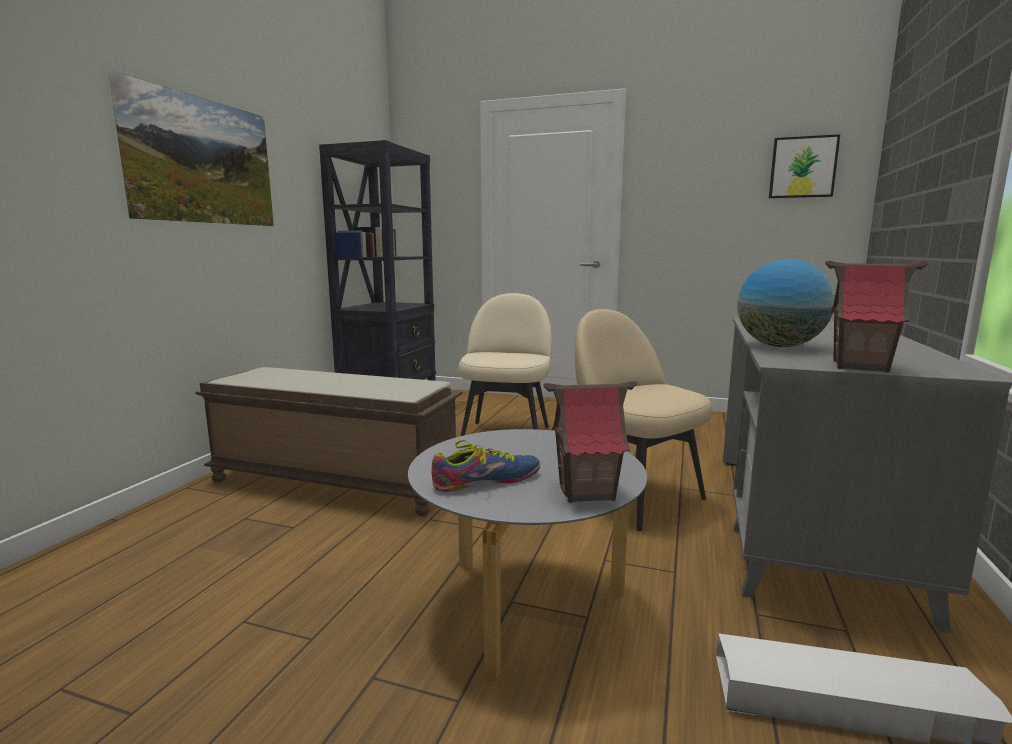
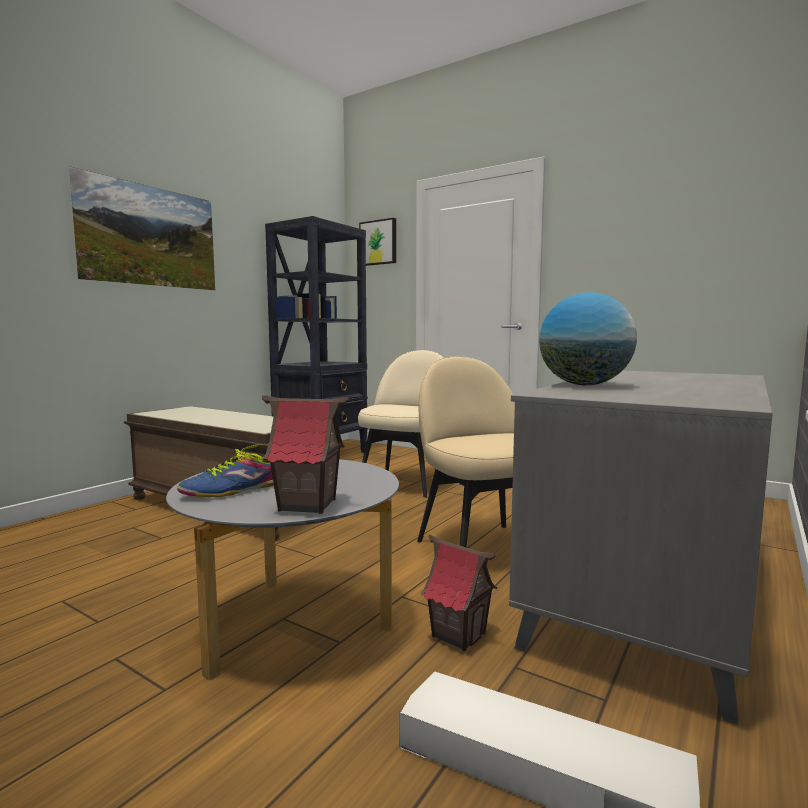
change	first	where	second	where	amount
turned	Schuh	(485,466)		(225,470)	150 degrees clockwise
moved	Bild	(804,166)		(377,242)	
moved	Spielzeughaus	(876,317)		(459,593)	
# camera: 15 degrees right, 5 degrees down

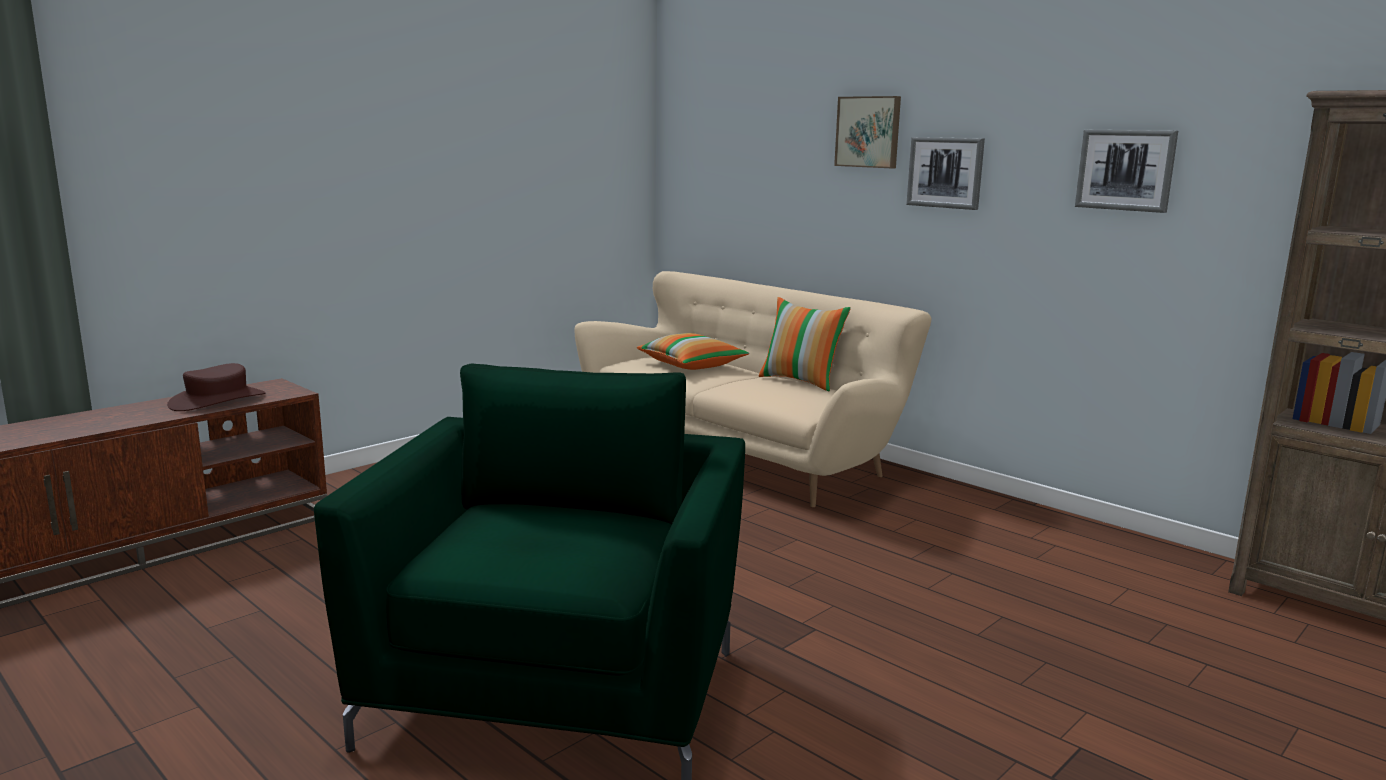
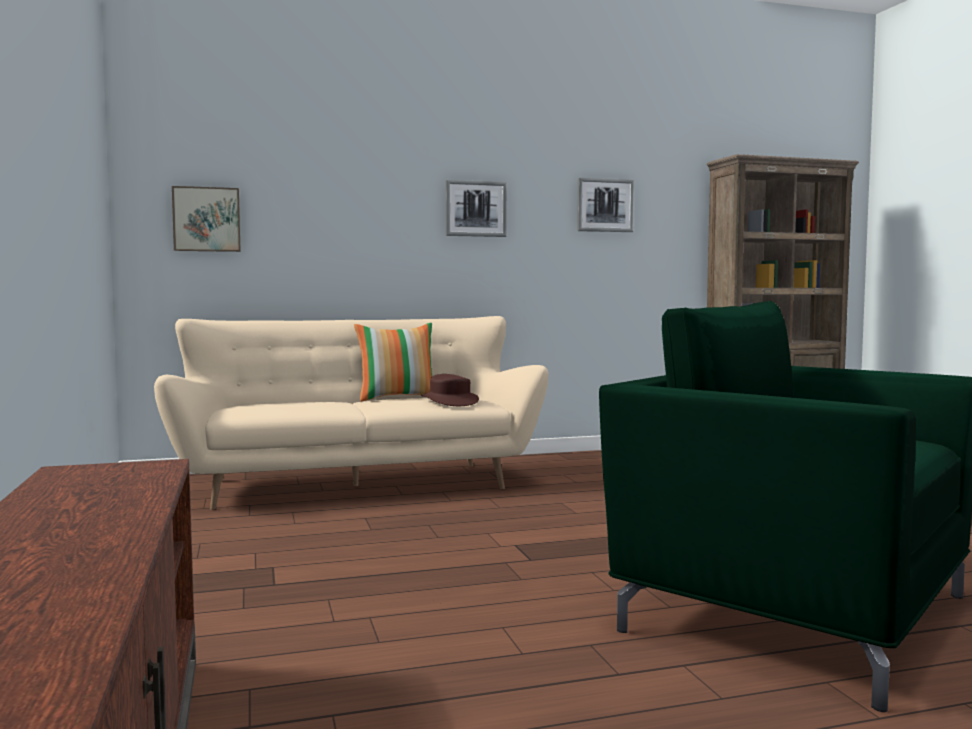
change	first	where	second	where	amount
moved	Hut (braun)	(216,387)		(450,390)	
removed	Kissen	(693,351)			
moved	Bild	(867,132)		(206,219)	
# camera: 60 degrees left, 10 degrees down

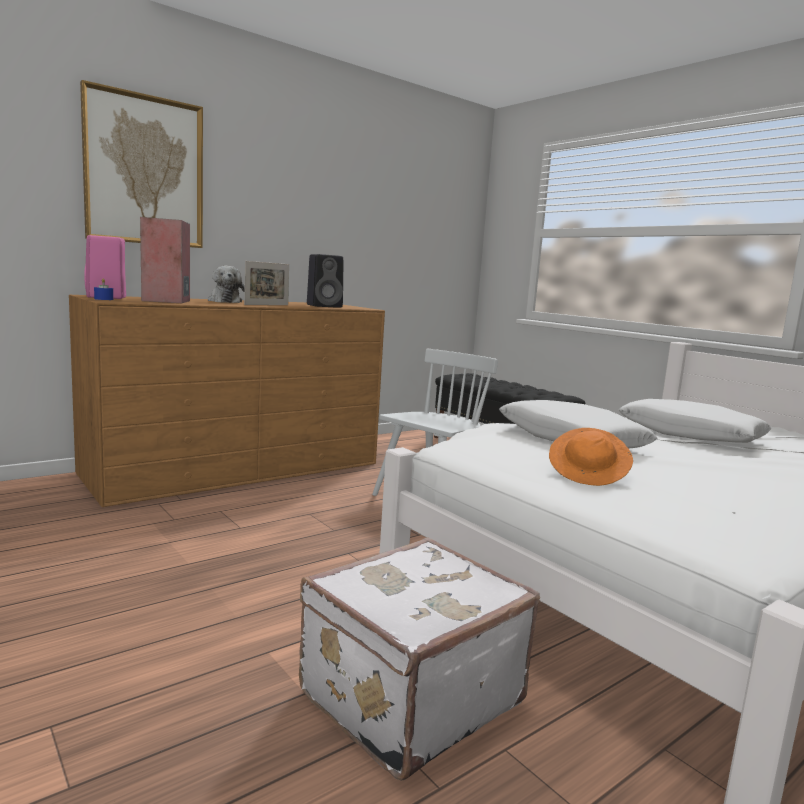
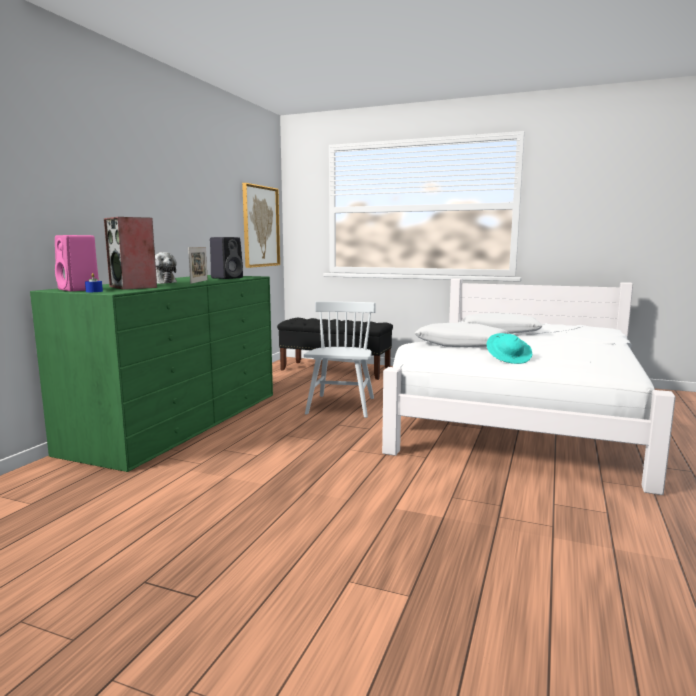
change	first	where	second	where	amount
recoloured	Kommode (braun)	(227,401)	Kommode (grün)	(151,373)	
moved	Bild	(141,164)		(261,225)	
removed	Koffer (weiß)	(419,659)			
recoloured	Hut (orange)	(591,457)	Hut (türkis)	(509,348)	
# camera: 30 degrees left, 0 degrees up

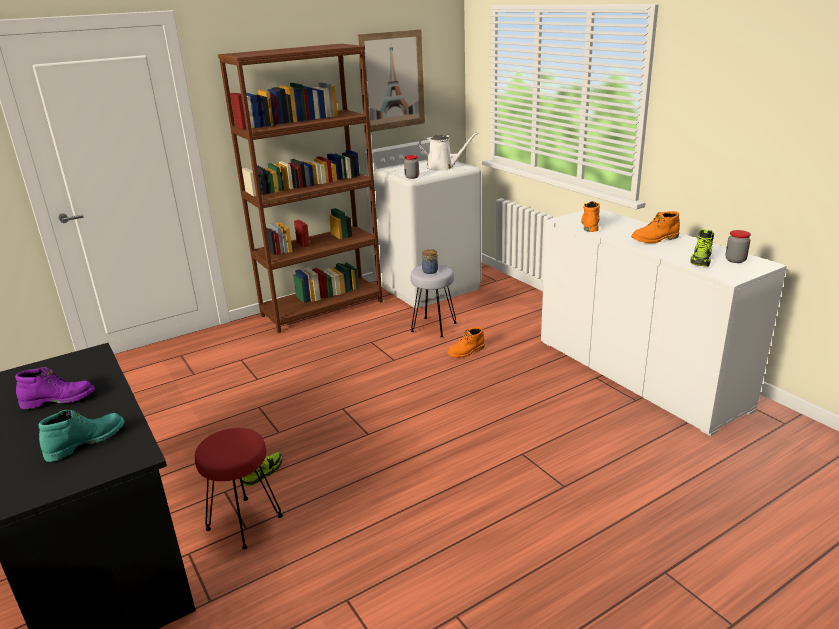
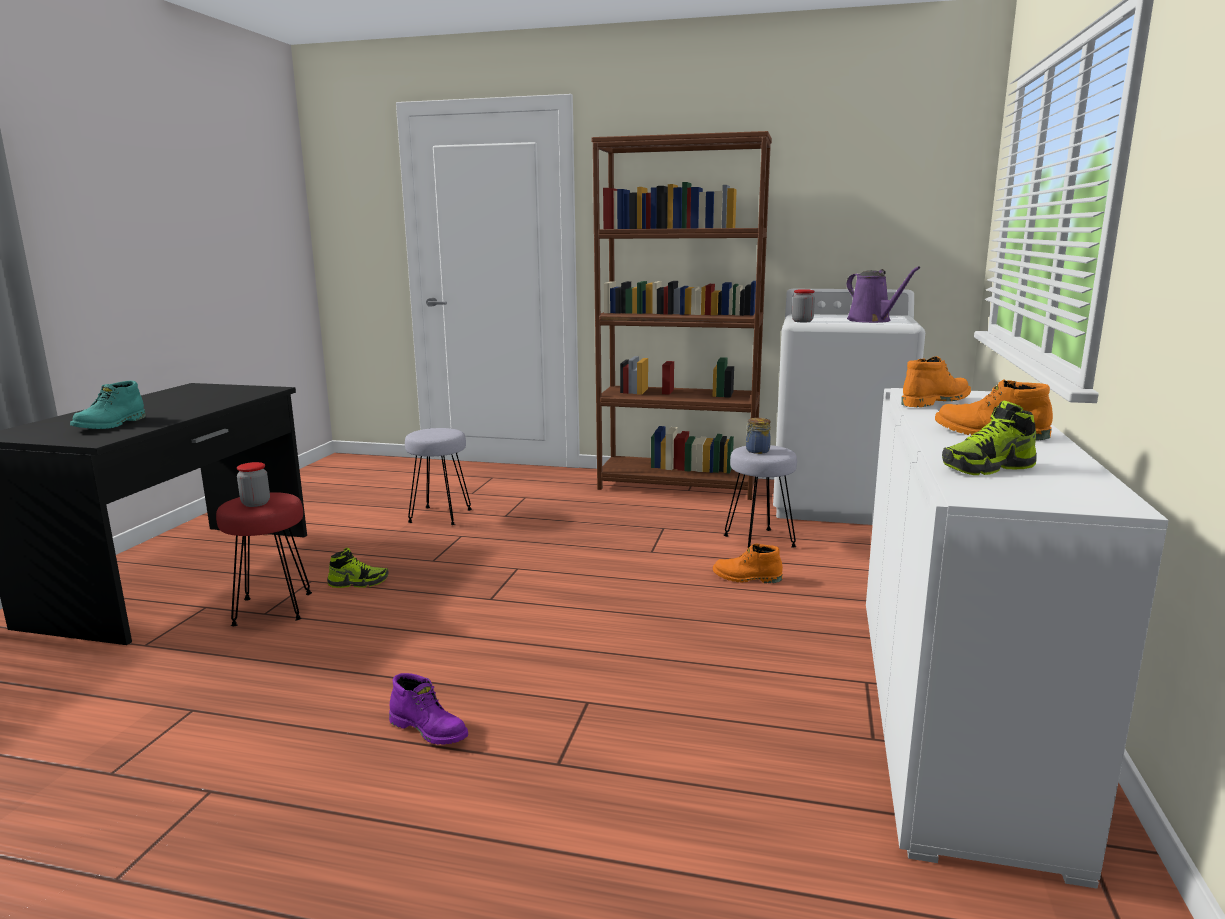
change	first	where	second	where	amount
moved	Stiefel (lila)	(55,388)		(428,709)	
turned	Stiefel (türkis)	(82,436)		(108,405)	105 degrees clockwise
removed	Bild	(391,80)			
recoloured	Gießkanne (weiß)	(448,151)	Gießkanne (lila)	(883,294)	
moved	Vorratsglas	(738,246)		(253,484)	
added			Hocker (grau)	(438,476)	
# camera: 45 degrees right, 10 degrees down

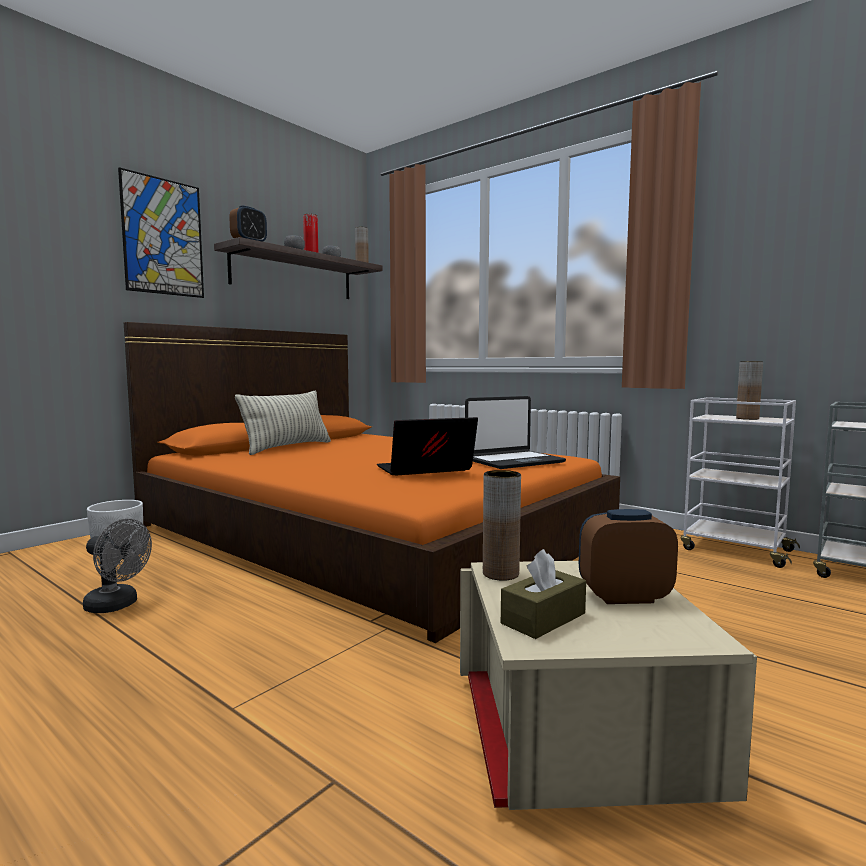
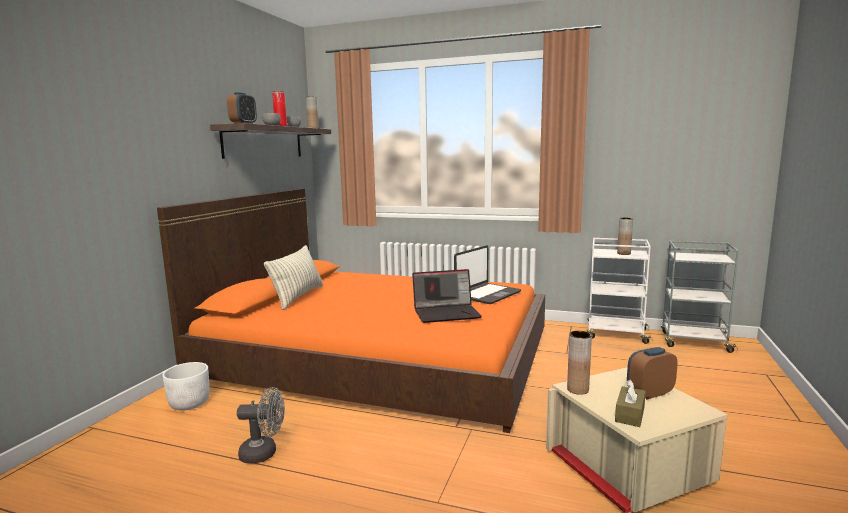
change	first	where	second	where	amount
removed	Bild	(161,232)			
turned	Laptop	(427,446)		(447,296)	150 degrees counterclockwise
# camera: 20 degrees left, 5 degrees up

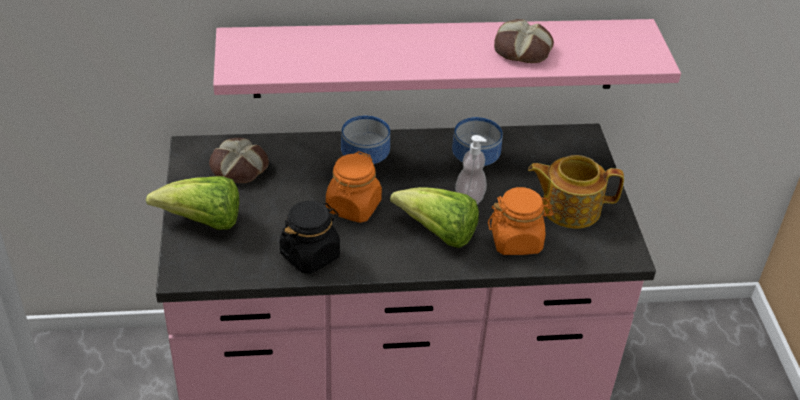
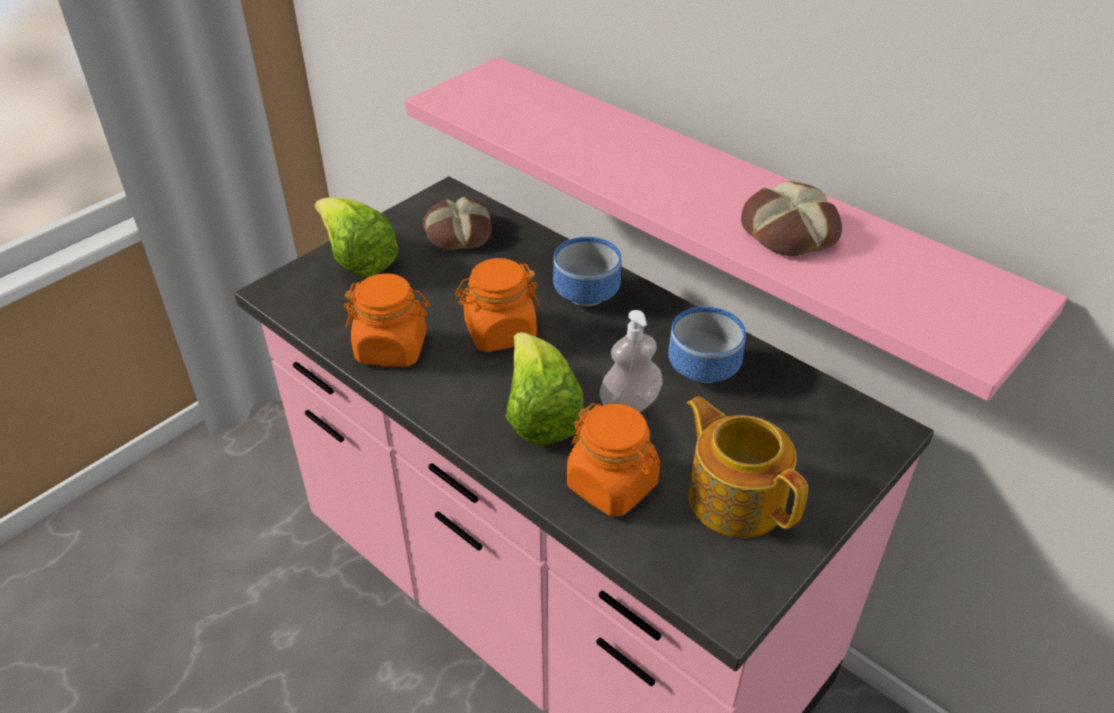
change	first	where	second	where	amount
recoloured	Vorratsglas (schwarz)	(309,237)	Vorratsglas (orange)	(387,320)	
# camera: 50 degrees right, 0 degrees up

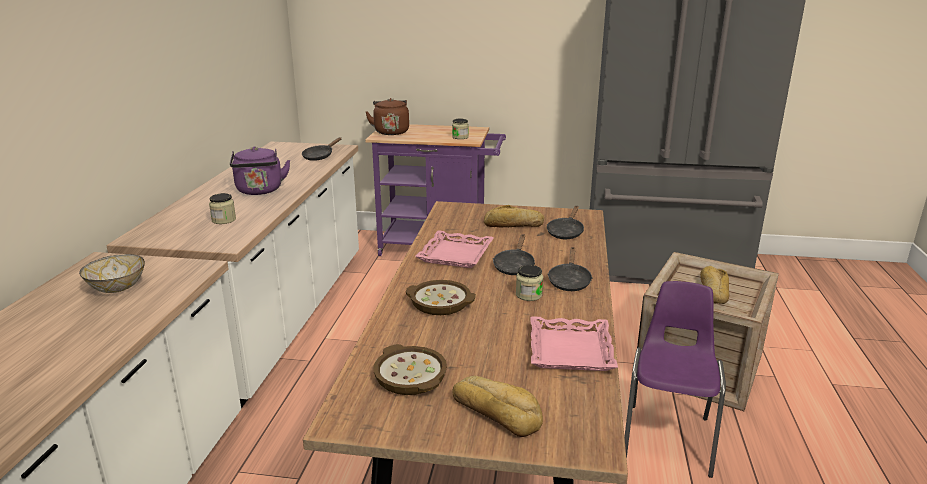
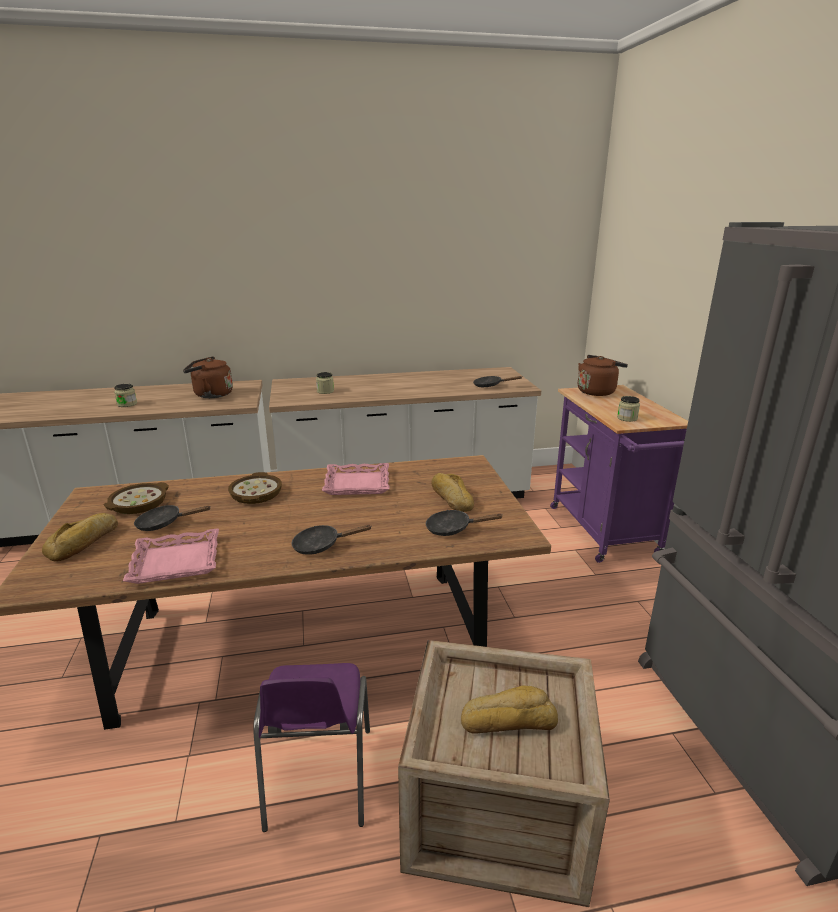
change	first	where	second	where	amount
replaced	Schüssel	(112,273)	Wasserkessel (braun)	(208,377)	
removed	Wasserkessel (lila)	(260,171)			
moved	Pfanne (schwarz)	(514,254)		(172,518)	
moved	Vorratsglas	(529,283)		(125,395)	
turned	Stuhl (lila)	(675,379)		(311,747)	90 degrees clockwise
# camera: 70 degrees right, 0 degrees up

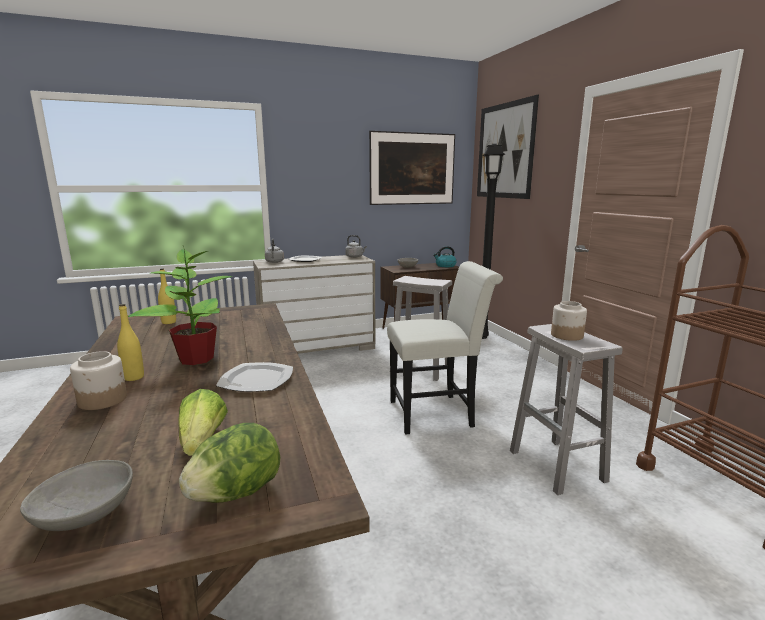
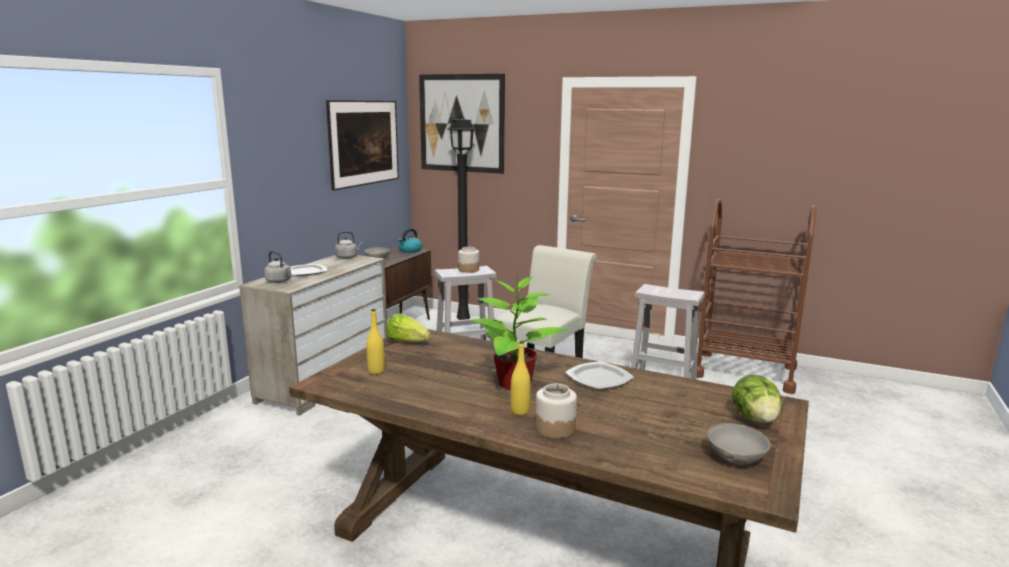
change	first	where	second	where	amount
moved	Salatkopf	(203,422)		(408,327)	
moved	Vorratsglas	(569,321)		(468,260)	
# camera: 45 degrees left, 0 degrees up

